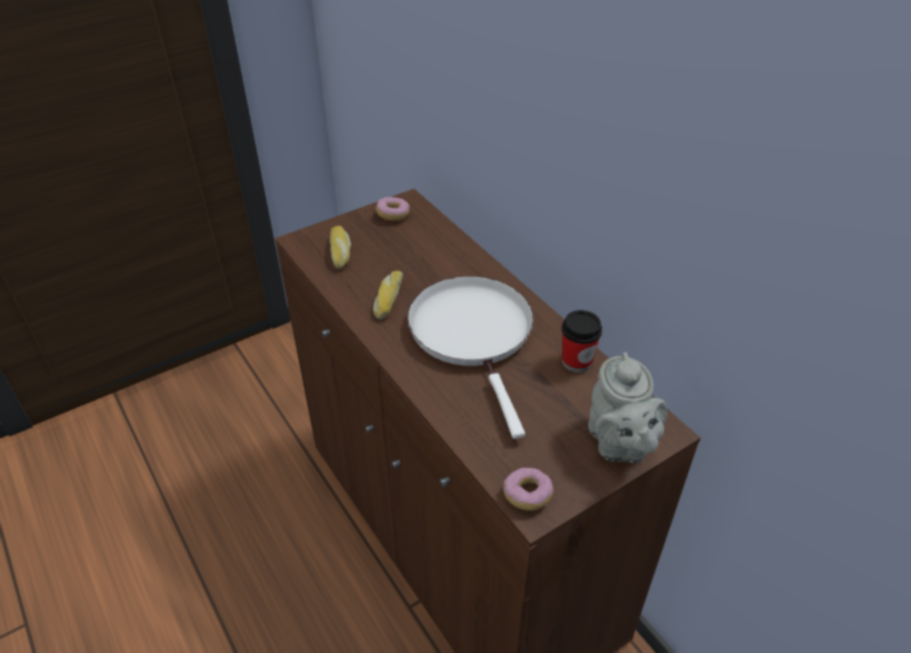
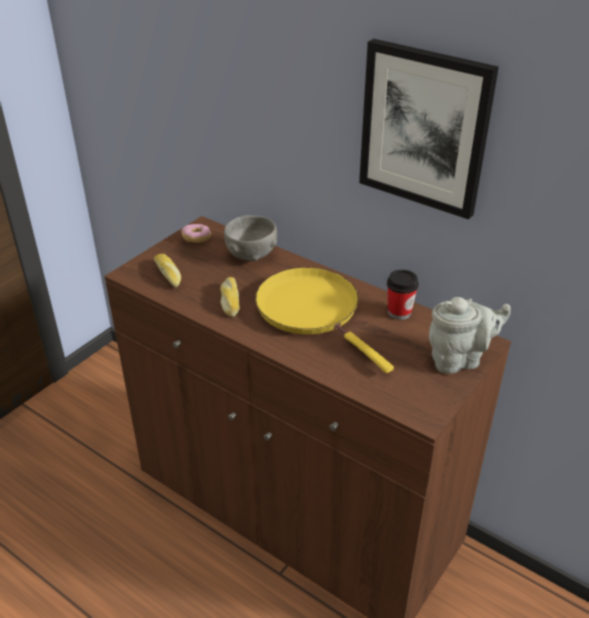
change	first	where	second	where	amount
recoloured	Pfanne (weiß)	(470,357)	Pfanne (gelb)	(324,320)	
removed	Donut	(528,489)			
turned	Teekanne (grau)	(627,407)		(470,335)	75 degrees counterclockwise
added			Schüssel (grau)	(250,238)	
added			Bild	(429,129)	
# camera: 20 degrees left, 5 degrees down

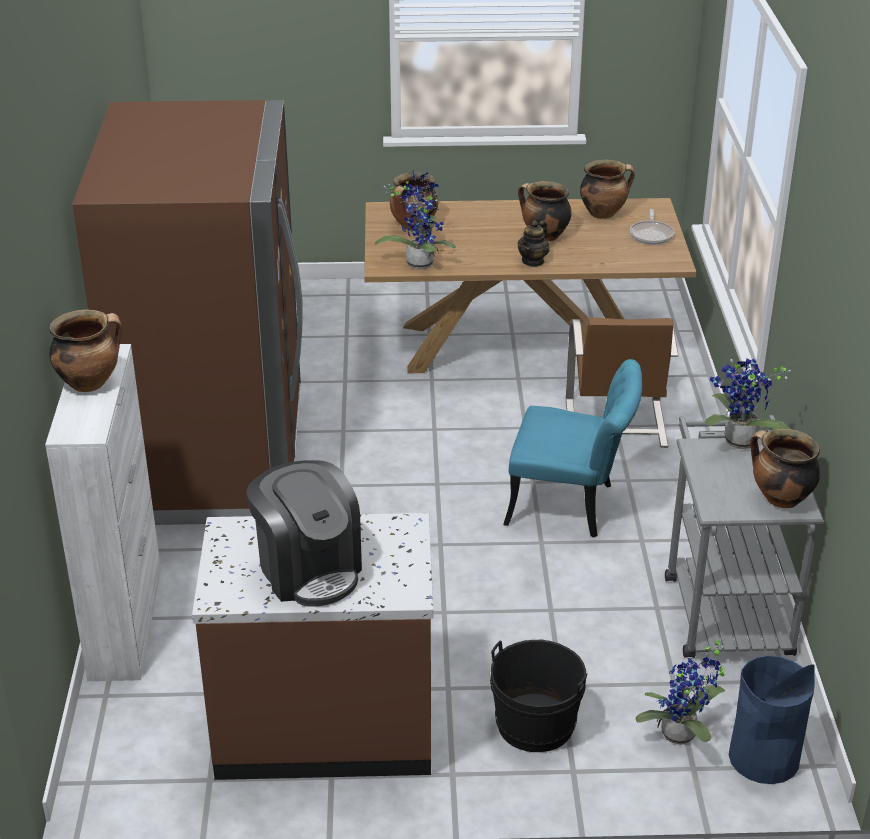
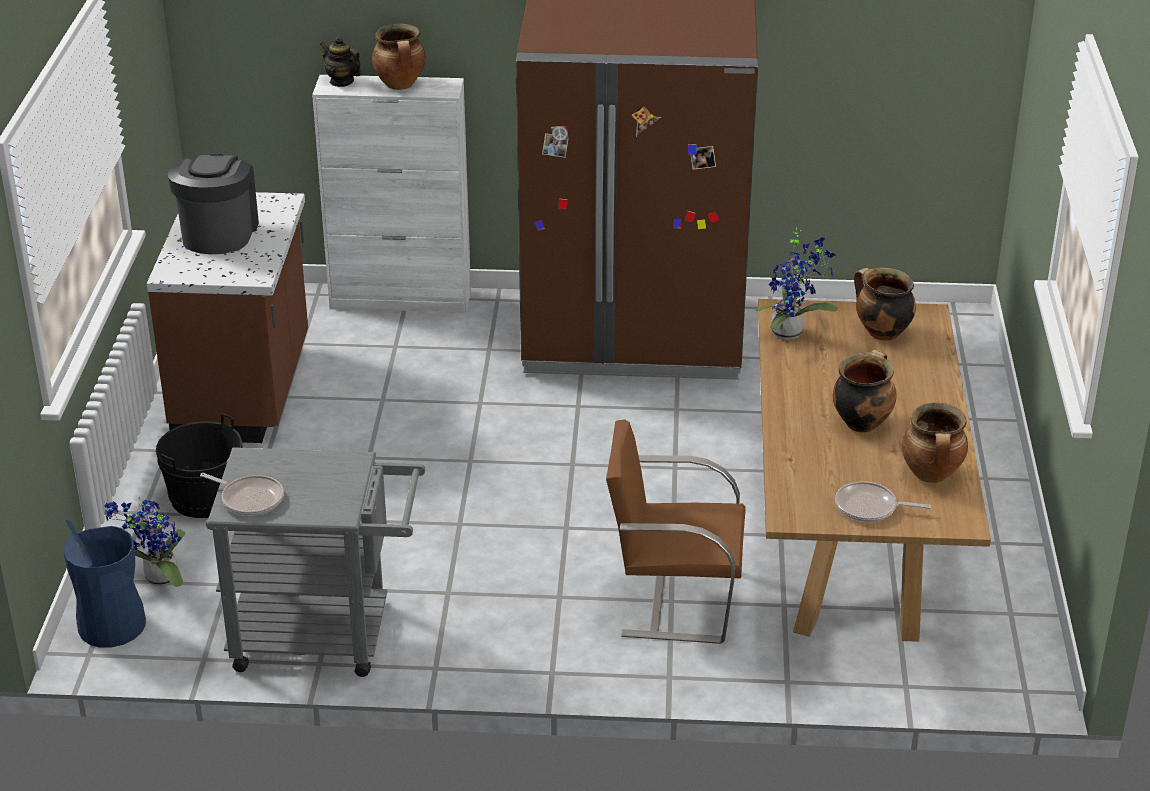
change	first	where	second	where	amount
turned	Kaffeemaschine	(304,533)		(213,204)	120 degrees clockwise
removed	Stuhl (türkis)	(573,448)			
moved	Teekanne	(533,243)		(340,62)	
removed	Topfpflanze	(748,404)			
replaced	Kochtopf	(785,468)	Pfanne	(242,494)	
# camera: 95 degrees right, 0 degrees up

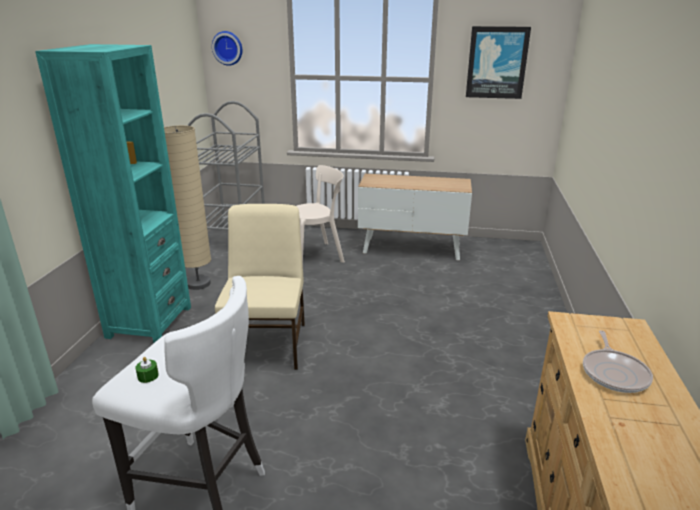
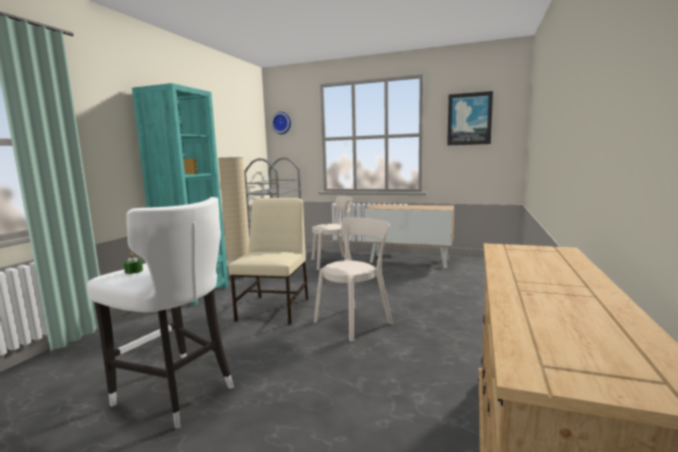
change	first	where	second	where	amount
removed	Pfanne	(618,361)			
added			Stuhl (beige)	(353,279)	
# camera: 10 degrees right, 15 degrees down

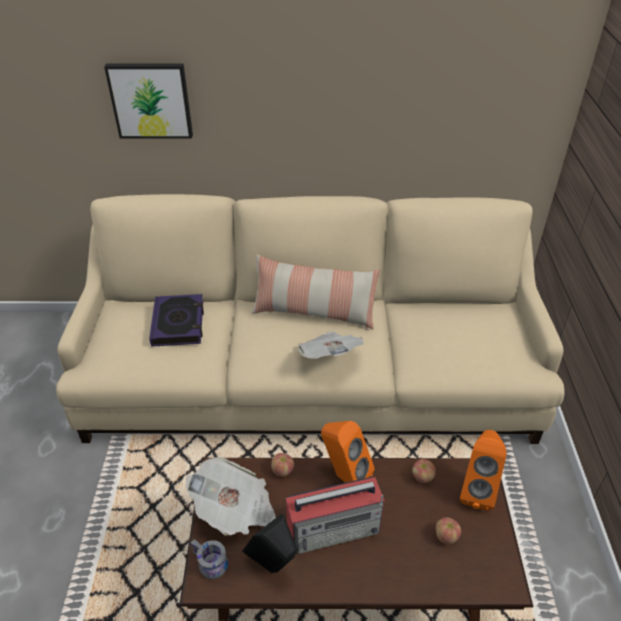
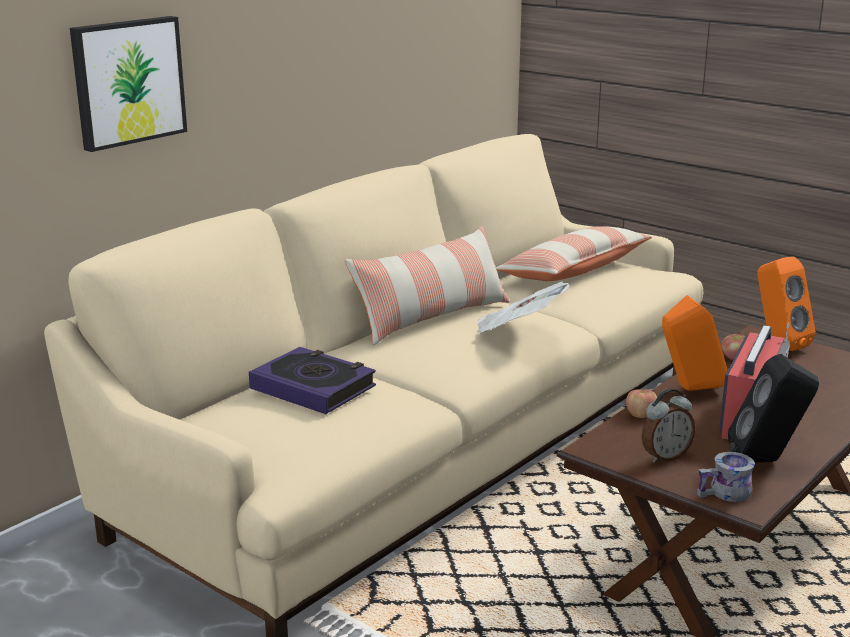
change	first	where	second	where	amount
replaced	Zeitung	(231,496)	Wecker	(668,425)	
removed	Apfel	(448,531)			
added			Kissen	(574,253)	
# camera: 50 degrees left, 20 degrees down

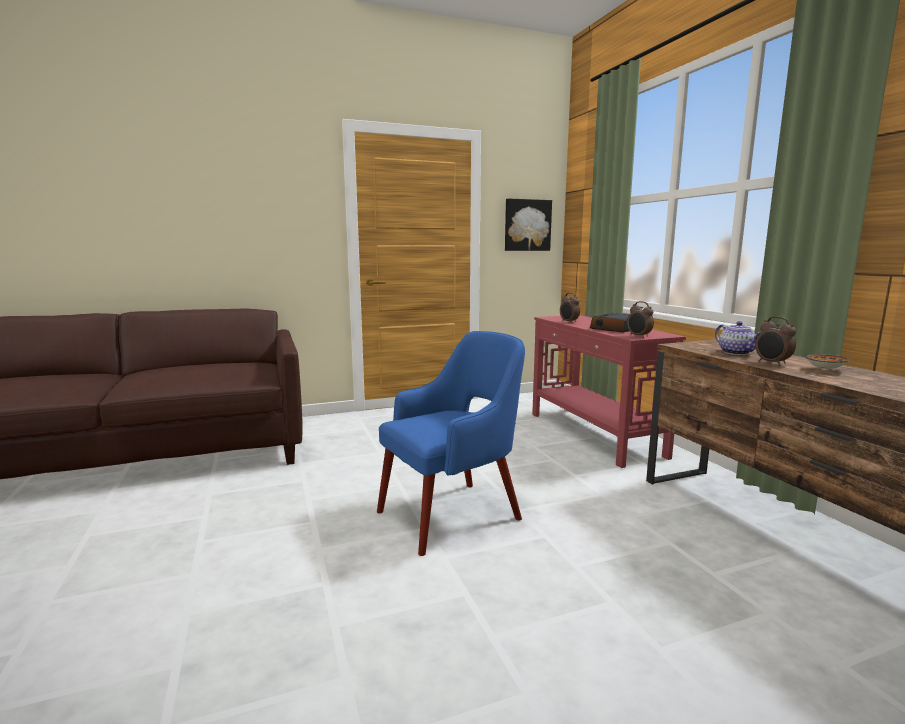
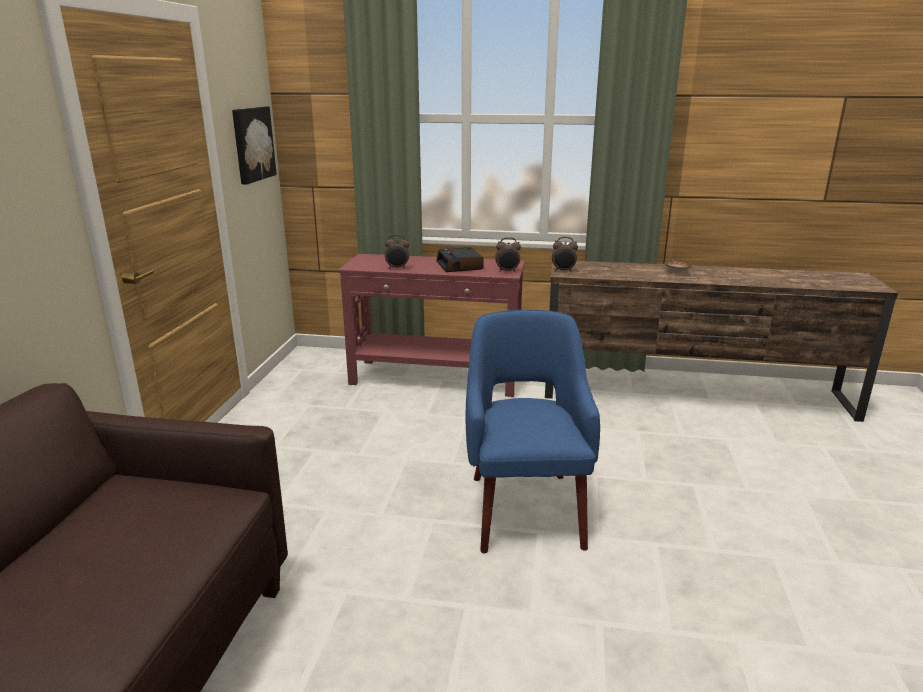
change	first	where	second	where	amount
removed	Teekanne	(738,338)			
moved	Wecker	(775,341)		(565,254)	
# camera: 60 degrees left, 10 degrees up

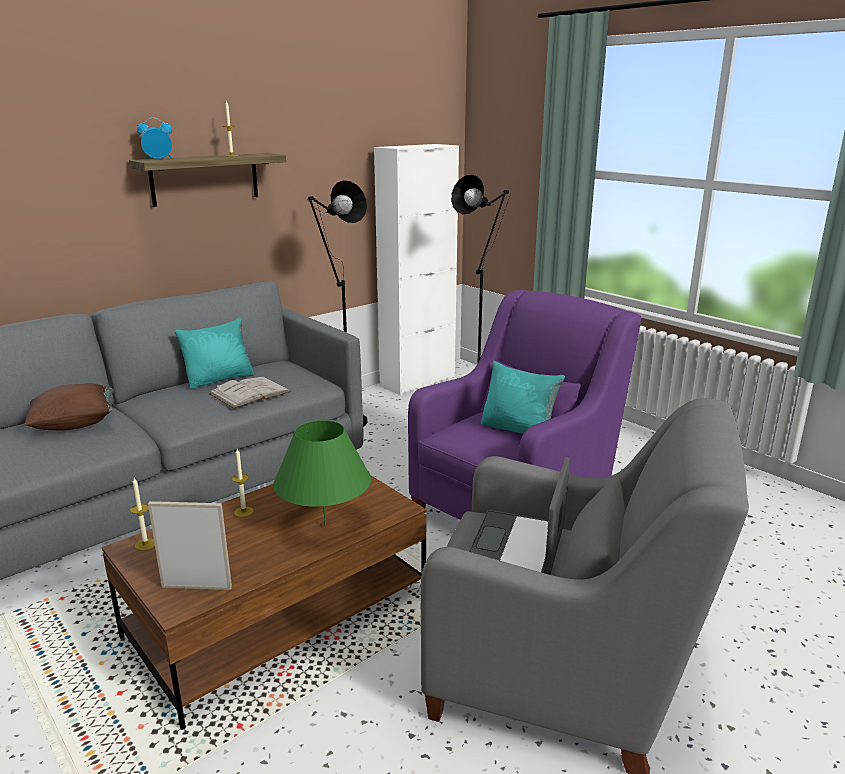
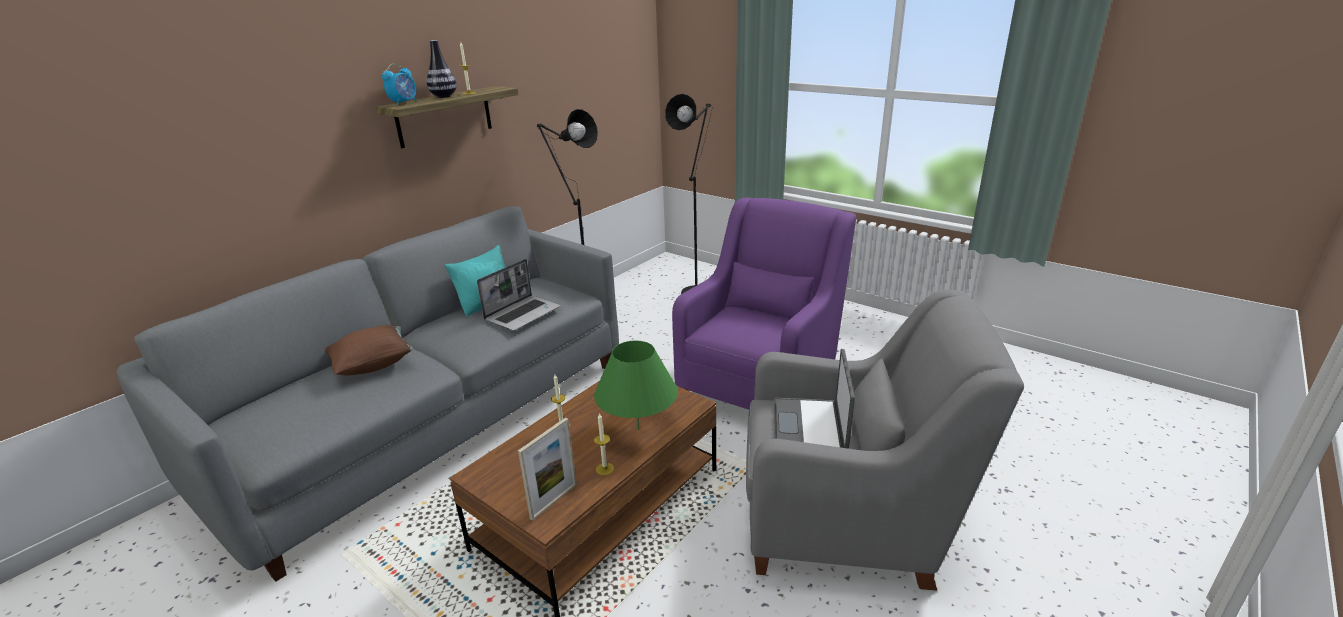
change	first	where	second	where	amount
moved	Kerze	(142,514)		(604,444)	
turned	Wecker	(154,138)		(399,84)	150 degrees clockwise
turned	Bilderrahmen	(190,545)		(547,469)	135 degrees clockwise
replaced	Buch (weiß)	(250,393)	Laptop	(518,295)	
removed	Schrank (weiß)	(416,269)			
removed	Kissen (türkis)	(523,397)			
added			Vase	(441,69)	
# camera: 10 degrees left, 5 degrees up

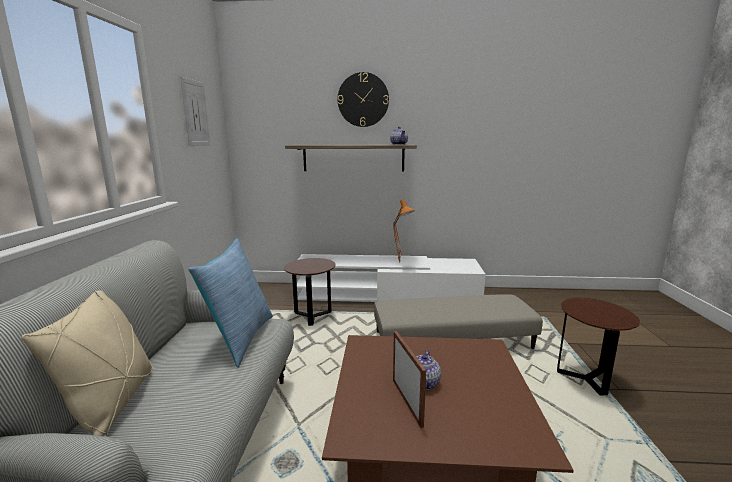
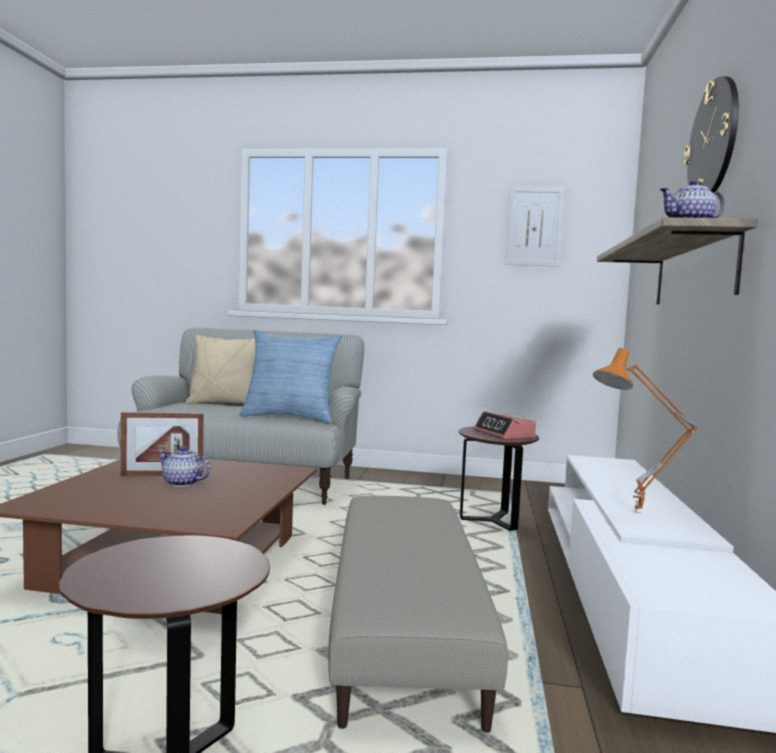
change	first	where	second	where	amount
added			Wecker	(505,425)	
# camera: 95 degrees right, 10 degrees down

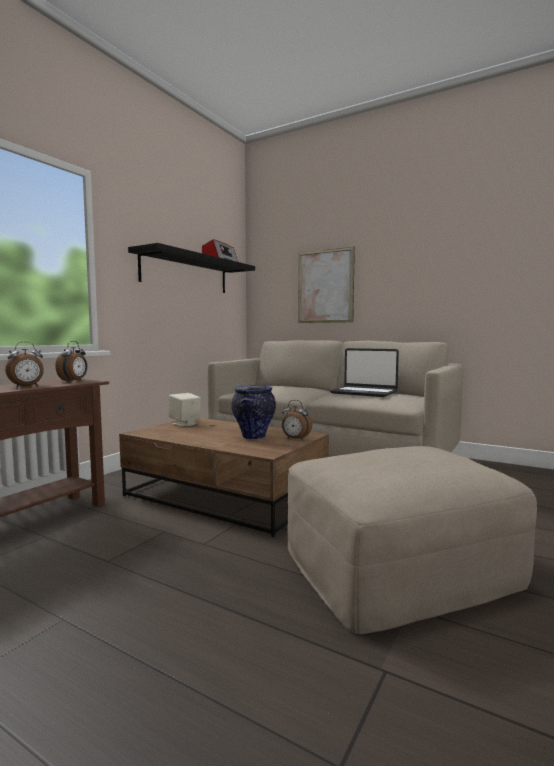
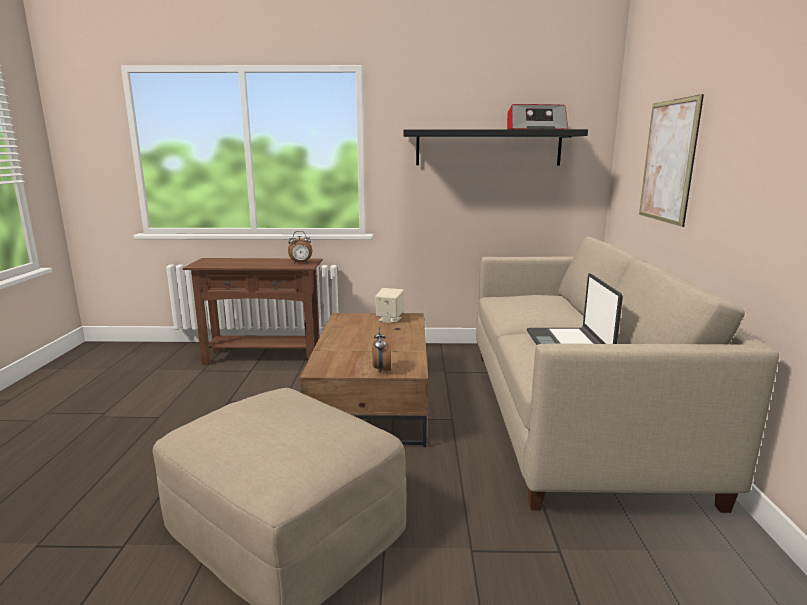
change	first	where	second	where	amount
removed	Wecker	(24,364)			
removed	Vase	(254,412)			
# camera: 60 degrees right, 10 degrees up

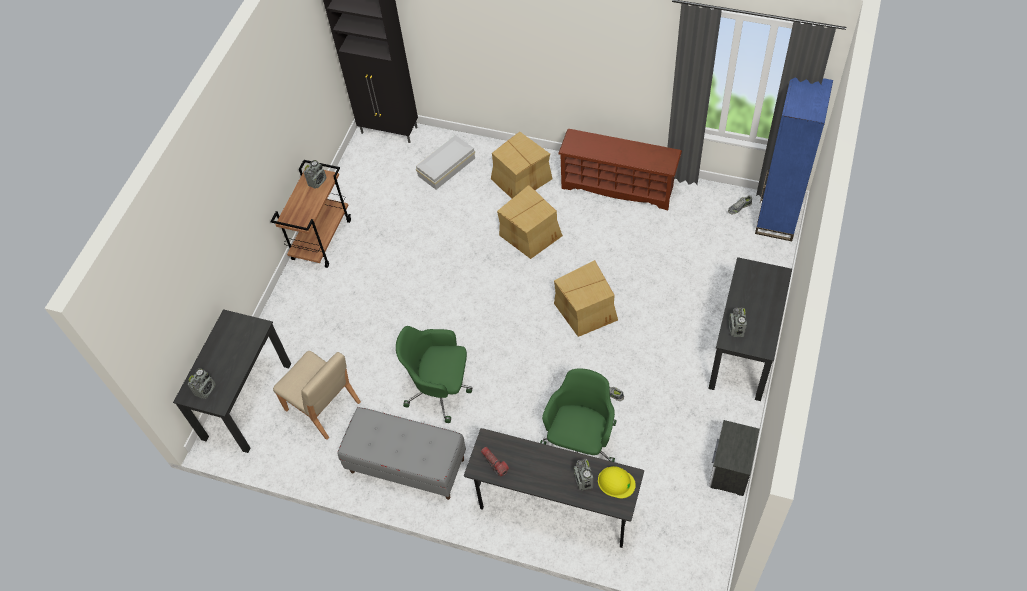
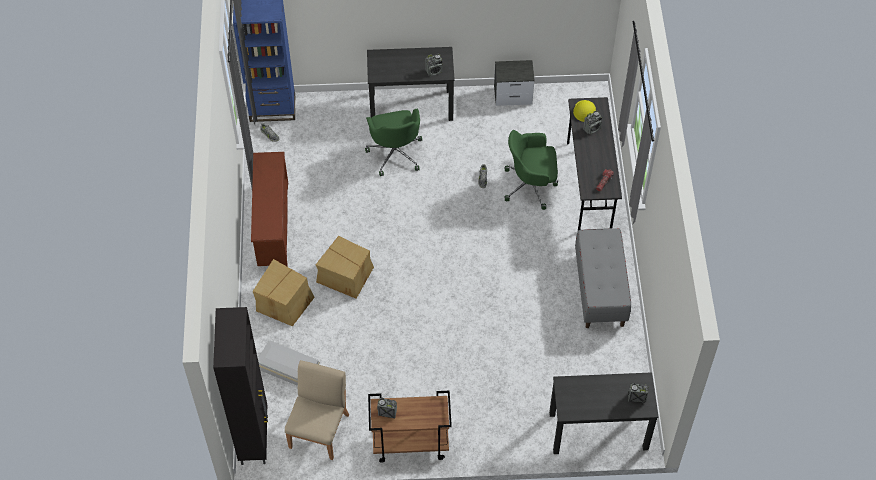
change	first	where	second	where	amount
moved	Stuhl (beige)	(317,395)		(317,410)	
moved	Bürostuhl (grün)	(434,374)		(393,142)	
removed	Karton	(586,298)			
# camera: 115 degrees left, 0 degrees up

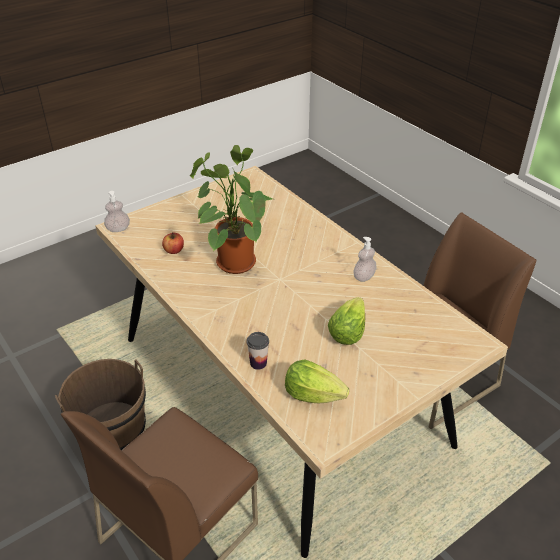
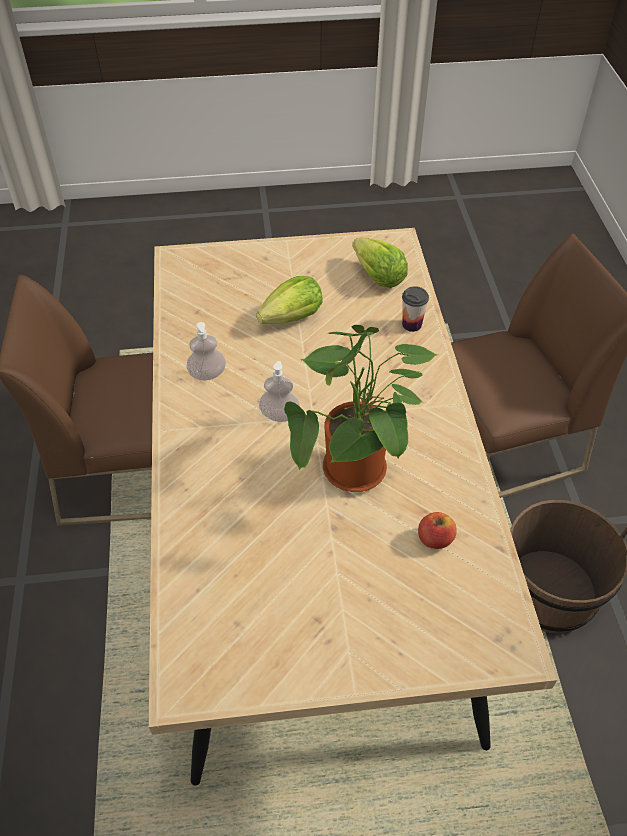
change	first	where	second	where	amount
moved	Seifenspender	(117,211)		(279,391)	
# camera: 150 degrees left, 10 degrees up

